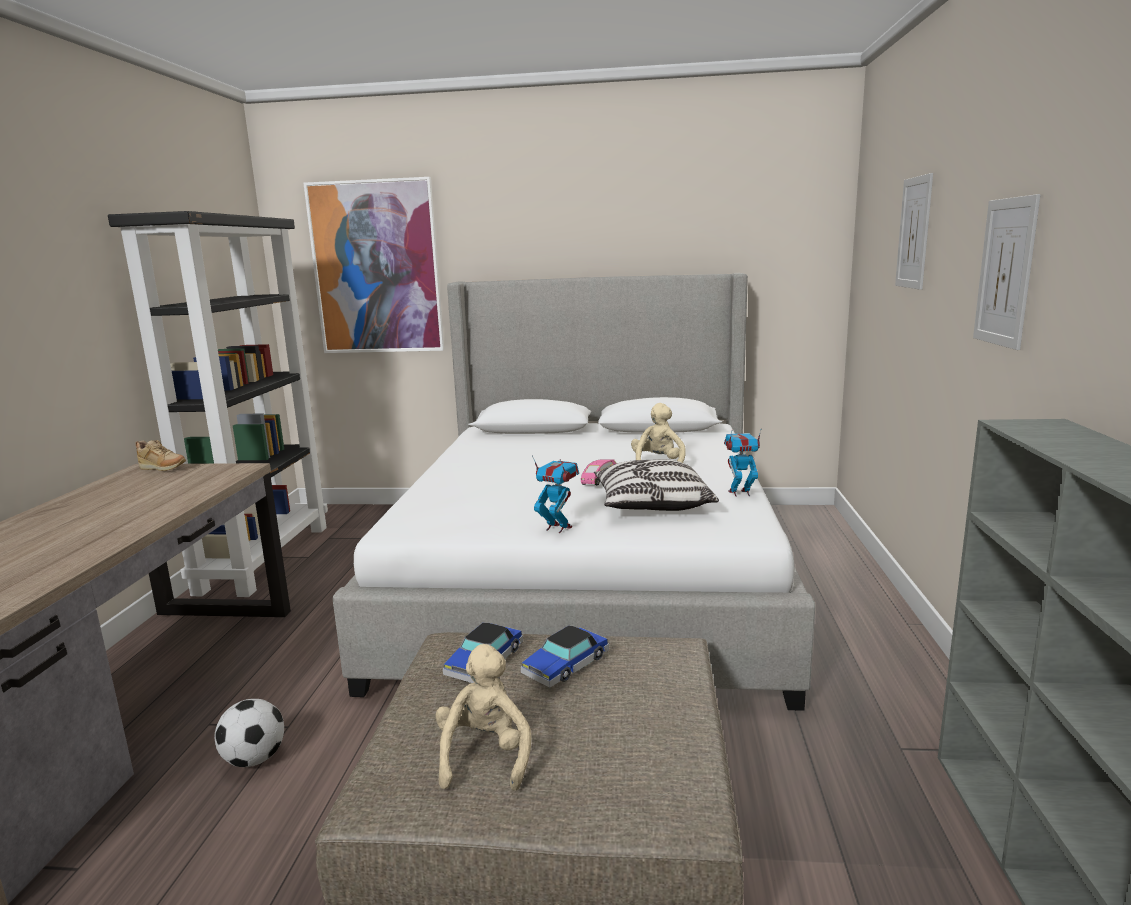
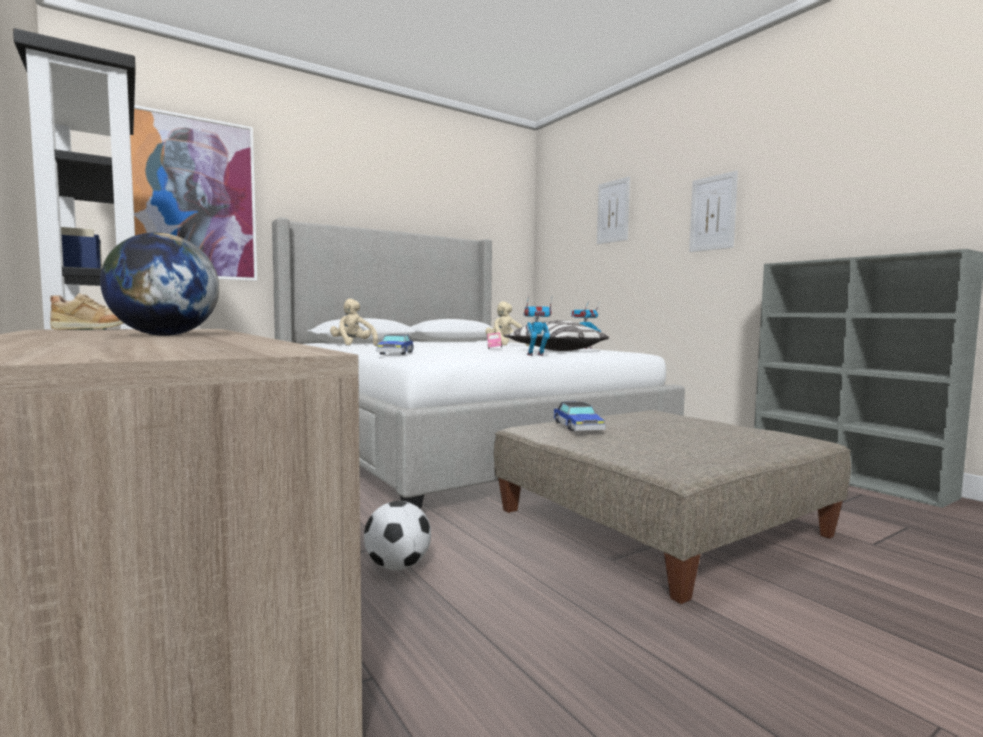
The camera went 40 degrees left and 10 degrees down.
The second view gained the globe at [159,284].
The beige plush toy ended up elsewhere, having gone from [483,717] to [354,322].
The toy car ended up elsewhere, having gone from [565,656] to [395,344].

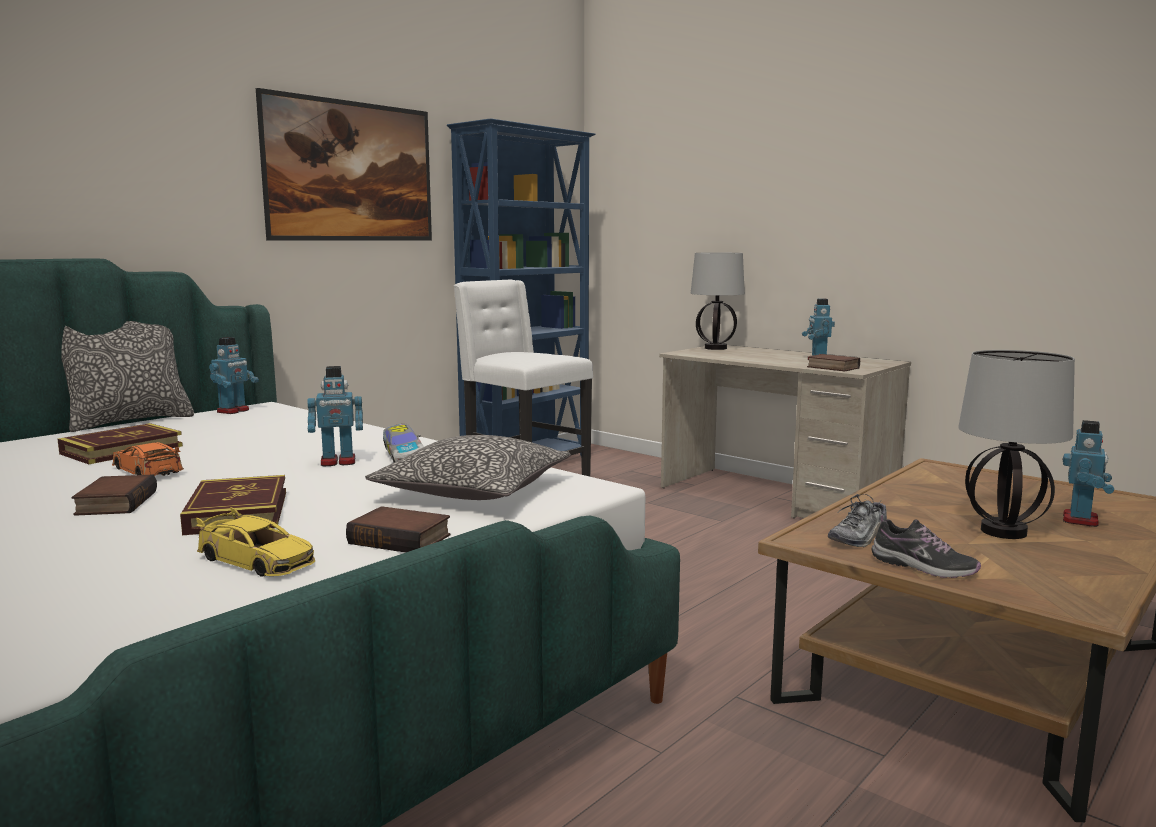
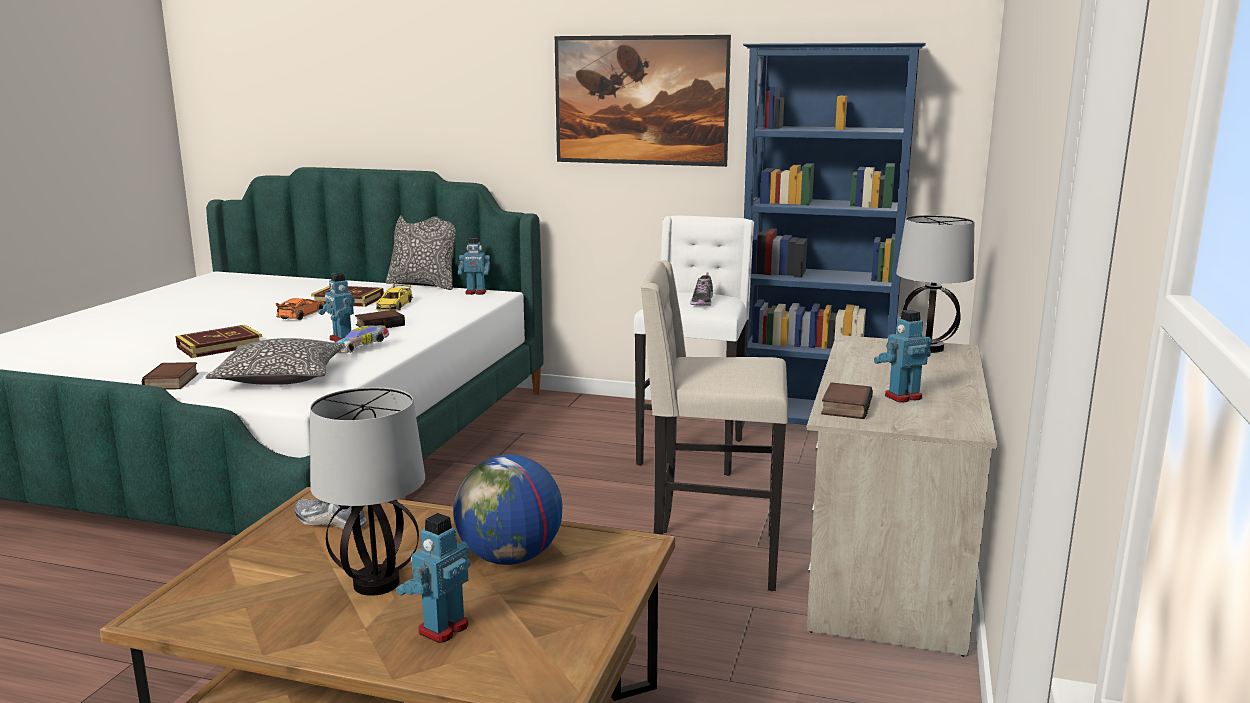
The camera went 65 degrees right and 5 degrees up.
The book ended up elsewhere, having gone from [114,495] to [380,319].
The yellow toy car ended up elsewhere, having gone from [255,541] to [394,297].
The toy robot at [1088,473] ended up facing another way, 120 degrees clockwise from before.
The second view gained the globe at [508,510].
The second view gained the beige stool at [714,425].
The shoe ended up elsewhere, having gone from [926,546] to [701,289].

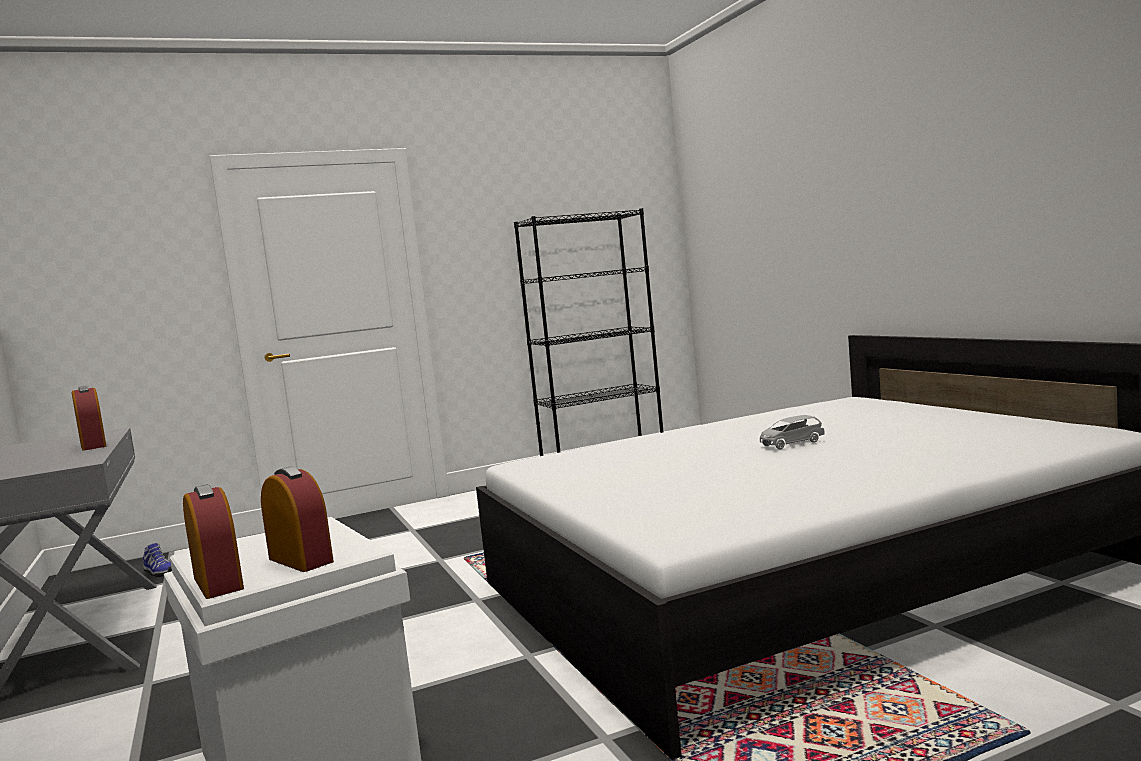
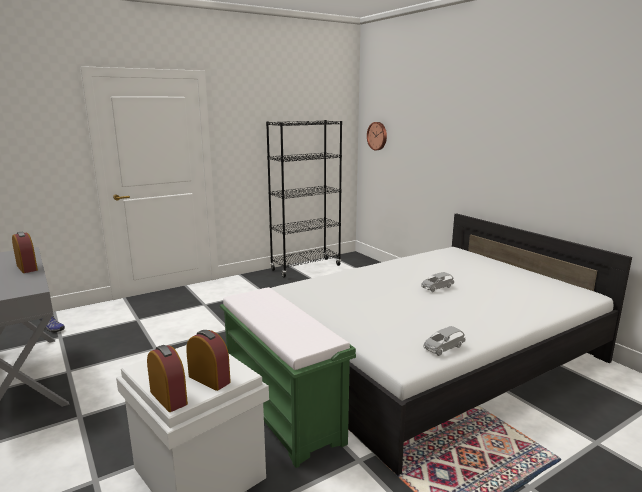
The camera went 10 degrees left and 10 degrees up.
The second view gained the green bench at [288,377].
The second view gained the wall clock at [377,136].
The second view gained the grey toy car at [444,341].

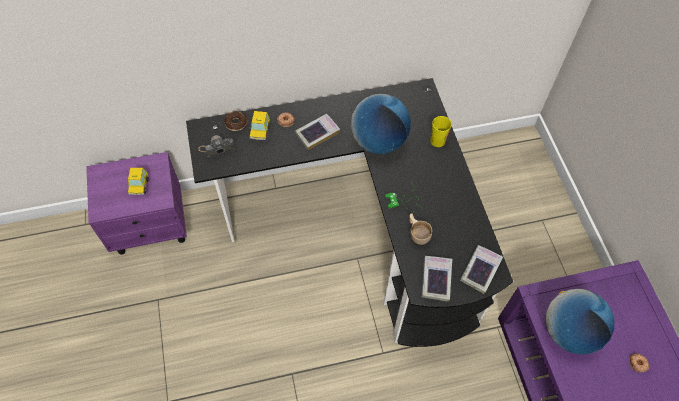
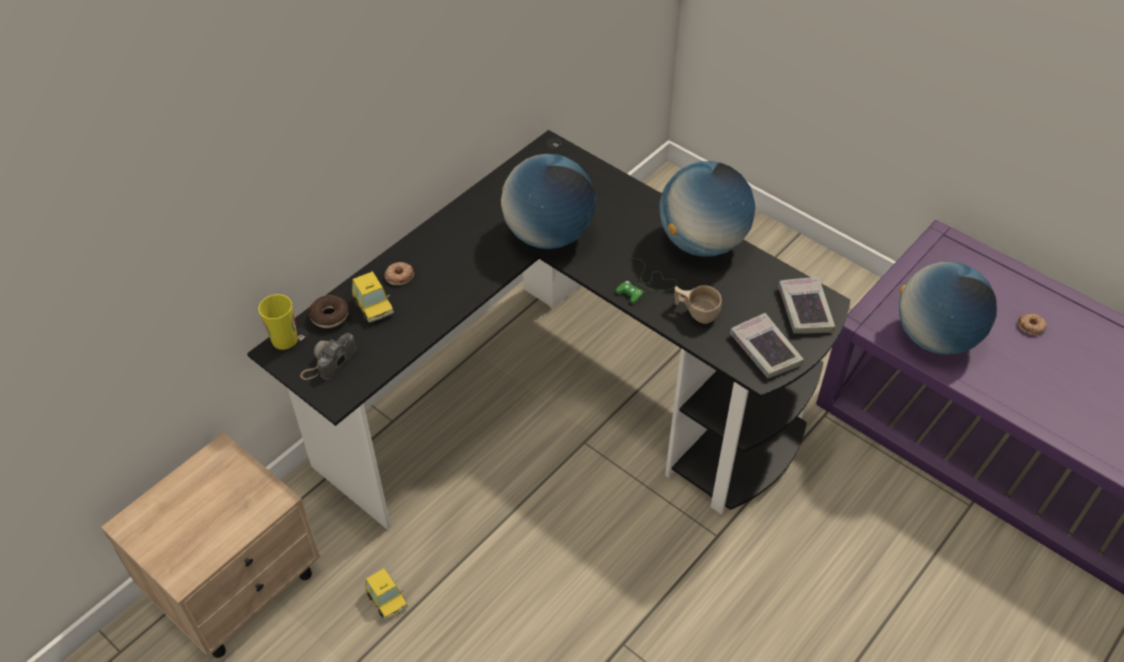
The camera went 35 degrees left and 10 degrees down.
What was the purple nightstand at [136,203] turned into the beige nightstand at [211,545].
The cup ended up elsewhere, having gone from [441,131] to [278,322].
The toy car ended up elsewhere, having gone from [138,181] to [386,594].
The second view gained the globe at [707,209].
The second view lost the book at [317,132].

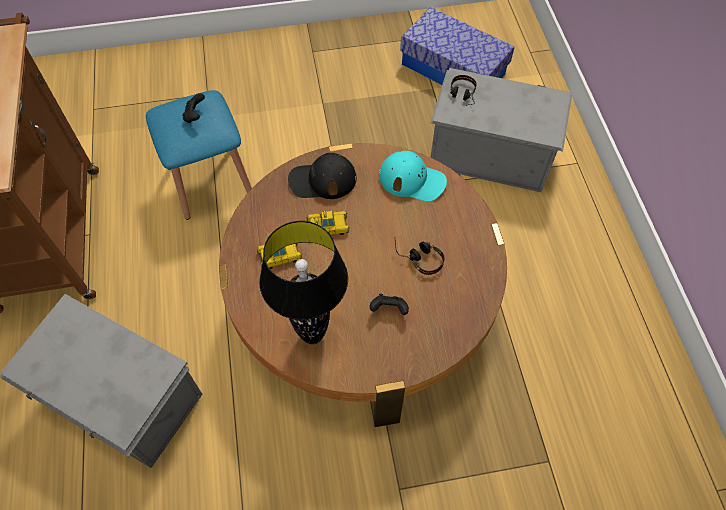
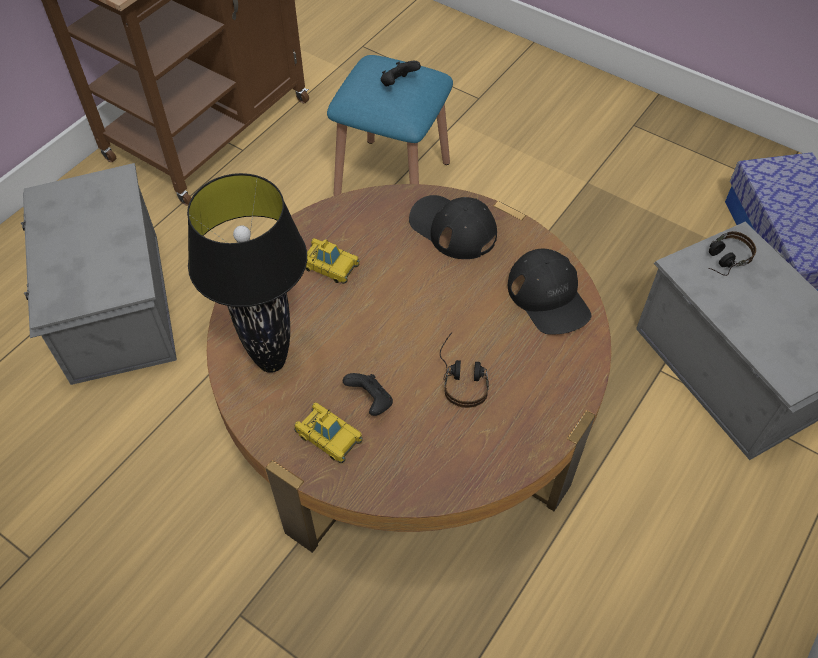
The camera went 45 degrees right and 5 degrees down.
The toy car ended up elsewhere, having gone from [328,223] to [328,432].
What was the turquoise cap at [413,176] turned into the black cap at [550,292].

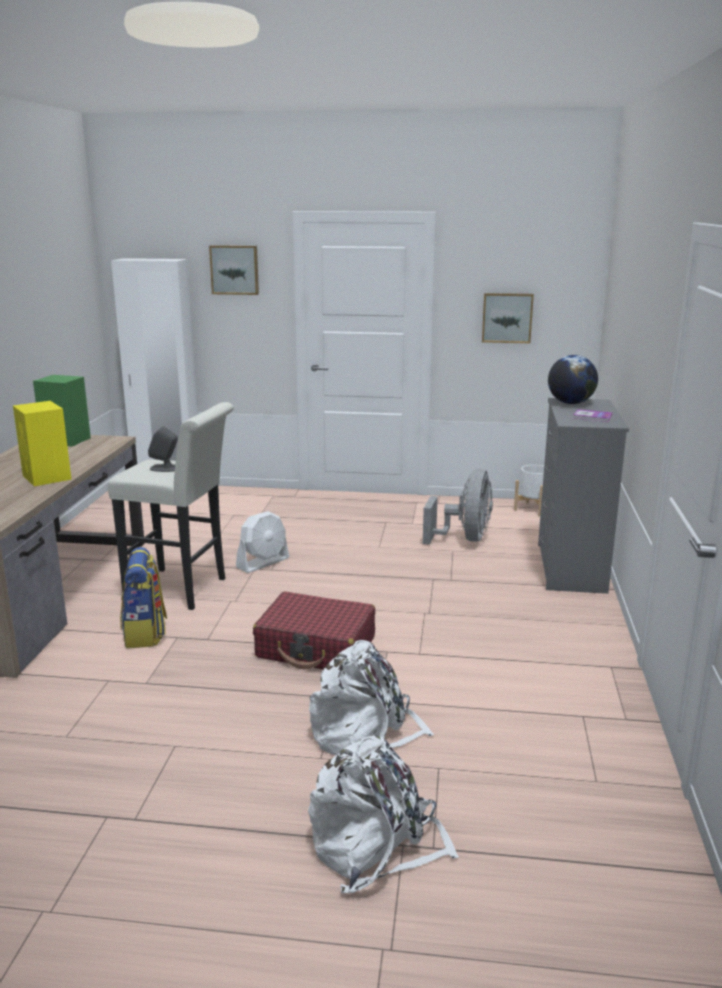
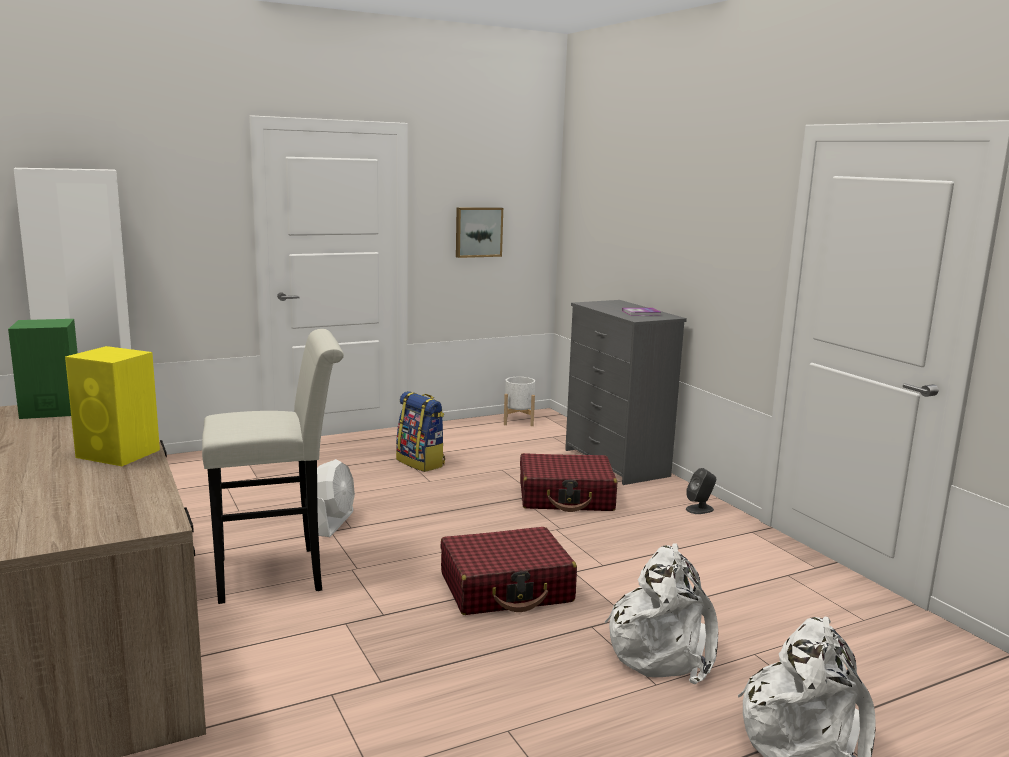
The camera went 35 degrees left and 5 degrees down.
The backpack ended up elsewhere, having gone from [143,597] to [420,431].
The second view gained the red suitcase at [568,482].
The grey speaker ended up elsewhere, having gone from [163,449] to [701,491].
The second view lost the picture at [234,270].
The second view lost the grey fan at [458,507].
The second view lost the globe at [573,379].

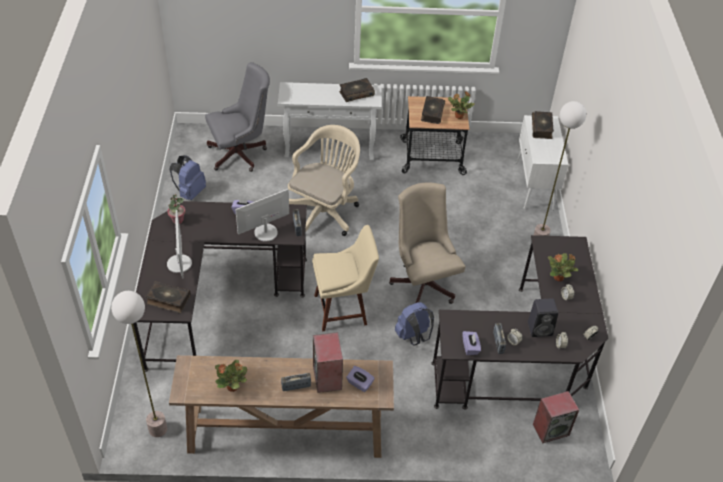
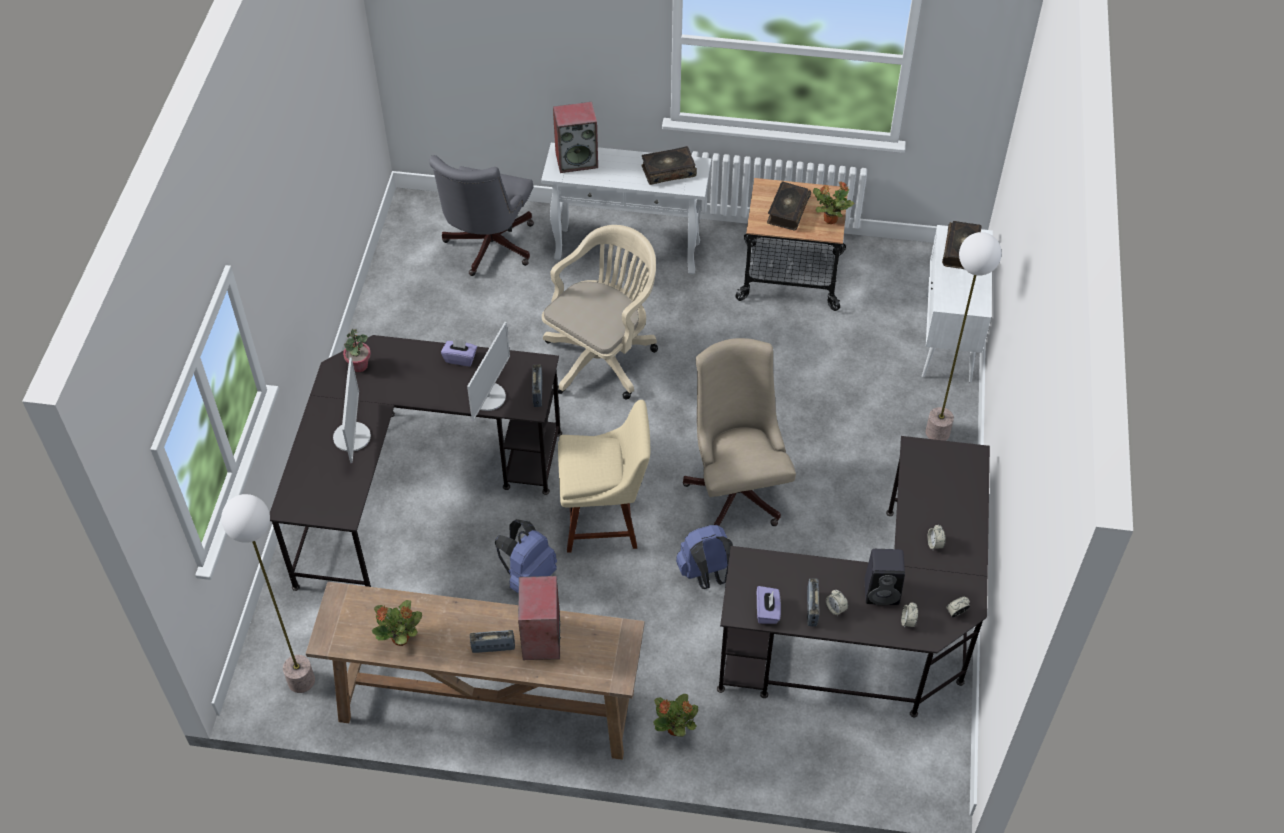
The camera went 10 degrees right and 5 degrees up.
The grey office chair at [237,117] ended up facing another way, 120 degrees clockwise from before.
The monitor at [262,215] ended up facing another way, 135 degrees clockwise from before.
The blue backpack ended up elsewhere, having gone from [187,177] to [526,556].
The speaker ended up elsewhere, having gone from [556,417] to [575,137].
The potted plant ended up elsewhere, having gone from [563,267] to [676,715].
The second view lost the book at [168,297].
The second view lost the purple tissue box at [360,379].

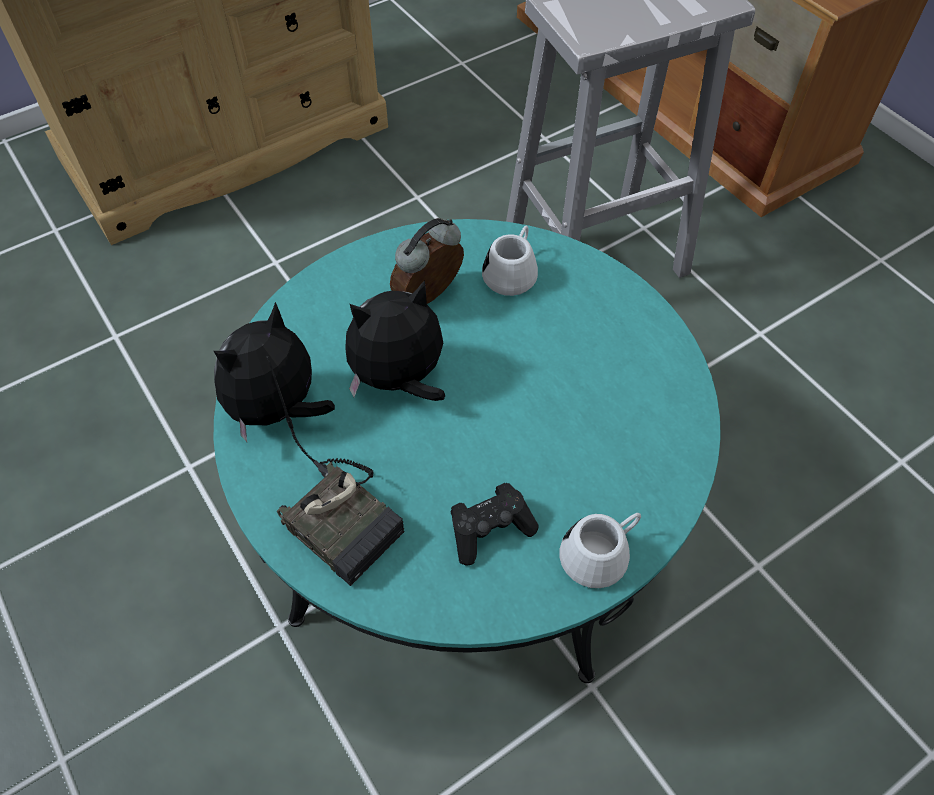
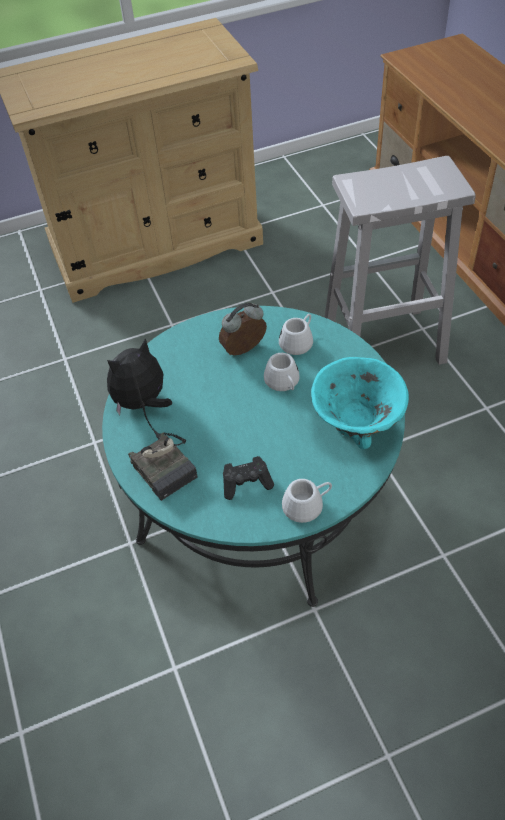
The camera went 15 degrees right and 5 degrees down.
The second view gained the white mug at [282,372].
The second view gained the turquoise bowl at [360,403].
The second view lost the plush toy at [395,340].

